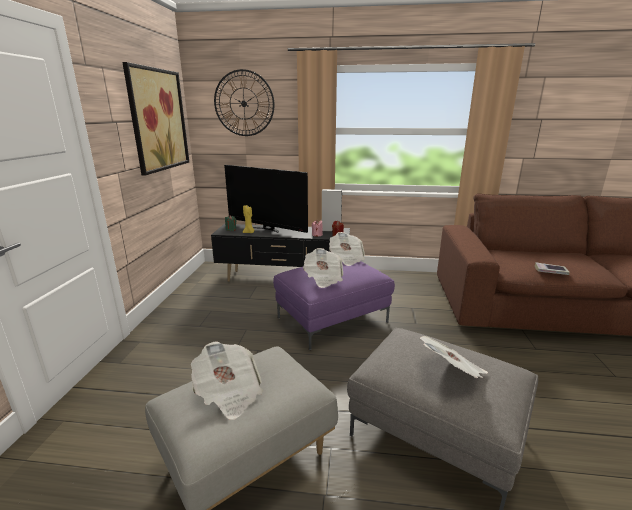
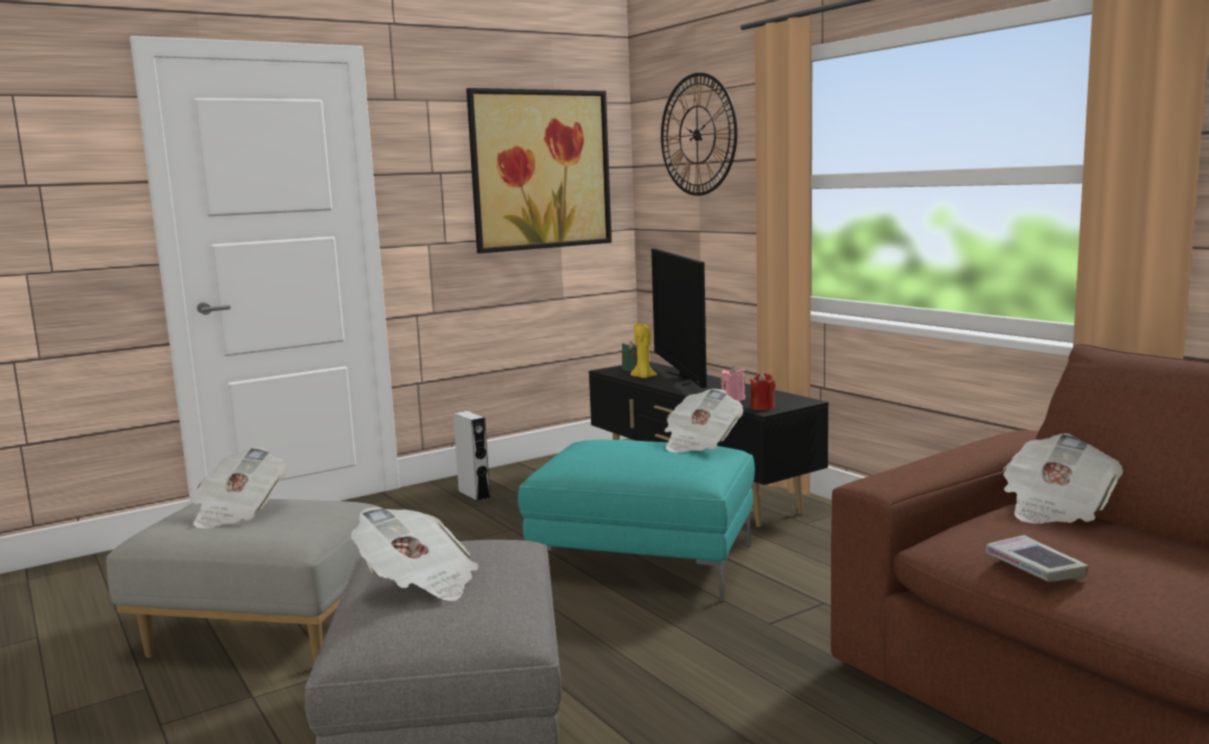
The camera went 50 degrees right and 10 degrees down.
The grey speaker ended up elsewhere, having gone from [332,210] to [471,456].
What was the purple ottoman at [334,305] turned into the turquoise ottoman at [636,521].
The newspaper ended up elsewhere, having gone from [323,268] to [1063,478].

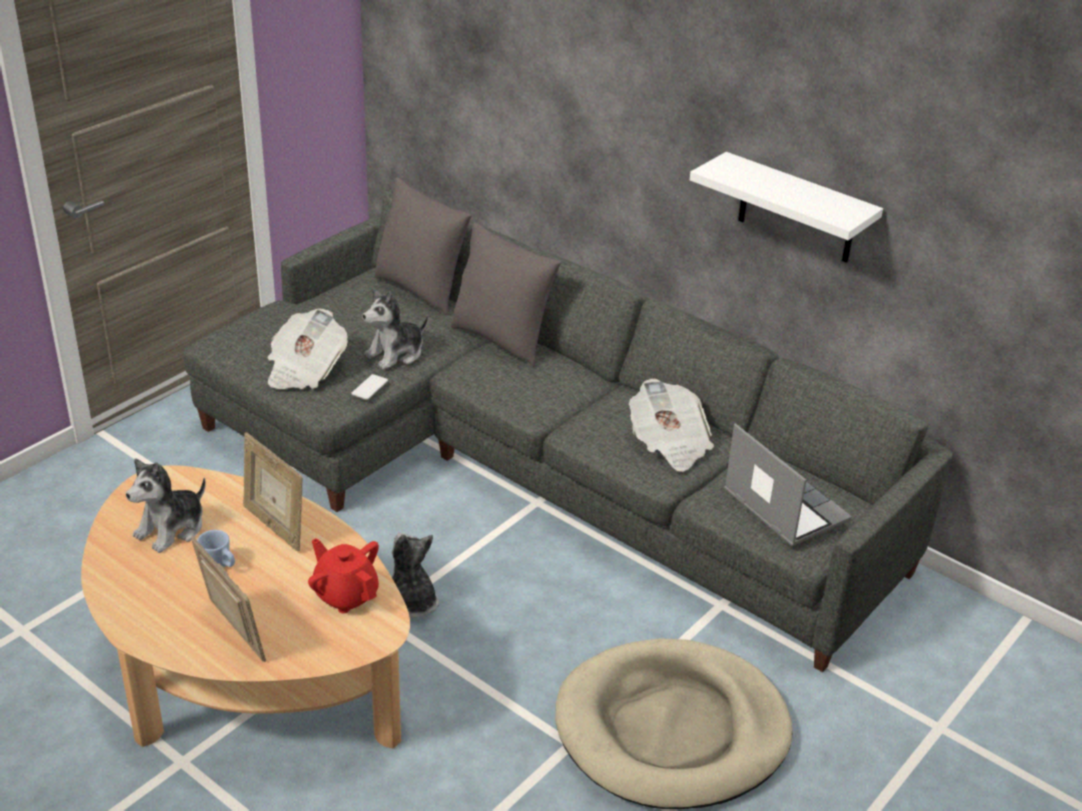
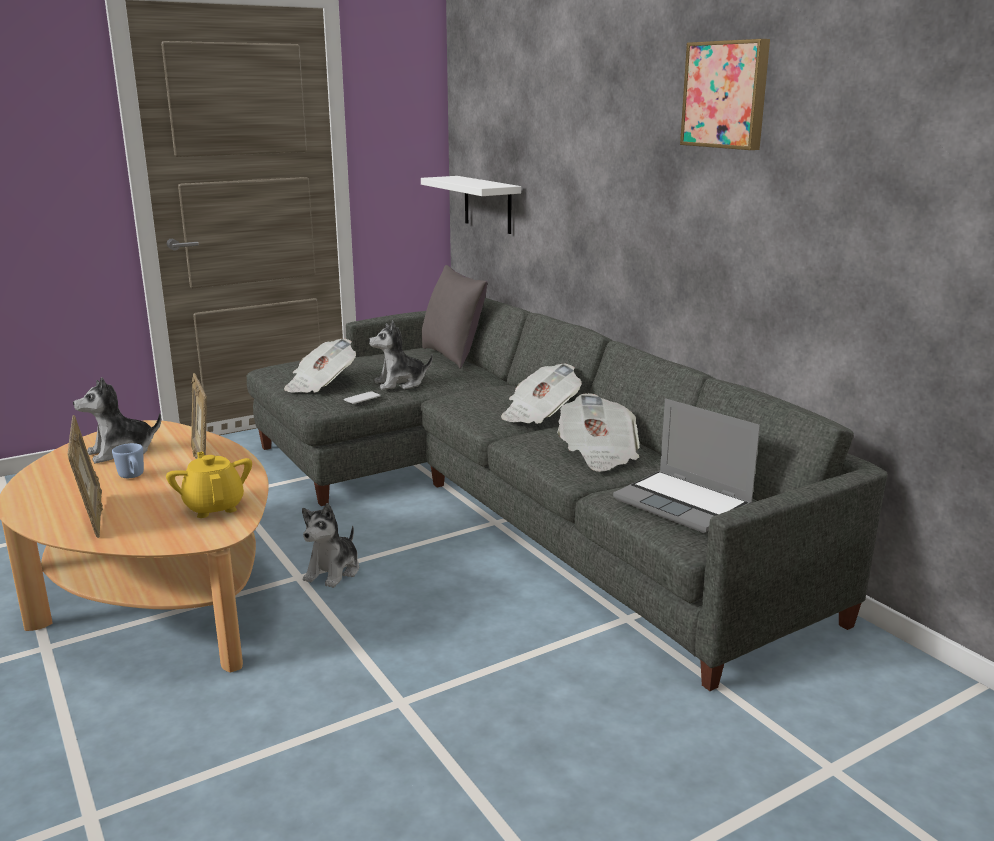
The camera went 20 degrees right and 15 degrees down.
What was the red teapot at [343,575] turned into the yellow teapot at [209,484].
The plush toy at [415,576] ended up facing another way, 150 degrees counterclockwise from before.
The white shelf ended up elsewhere, having gone from [786,207] to [471,205].
The second view gained the newspaper at [541,394].
The laptop at [788,484] ended up facing another way, 150 degrees clockwise from before.
The second view gained the picture at [725,94].
The second view lost the grey pillow at [506,294].
The second view lost the beige dog bed at [674,723].

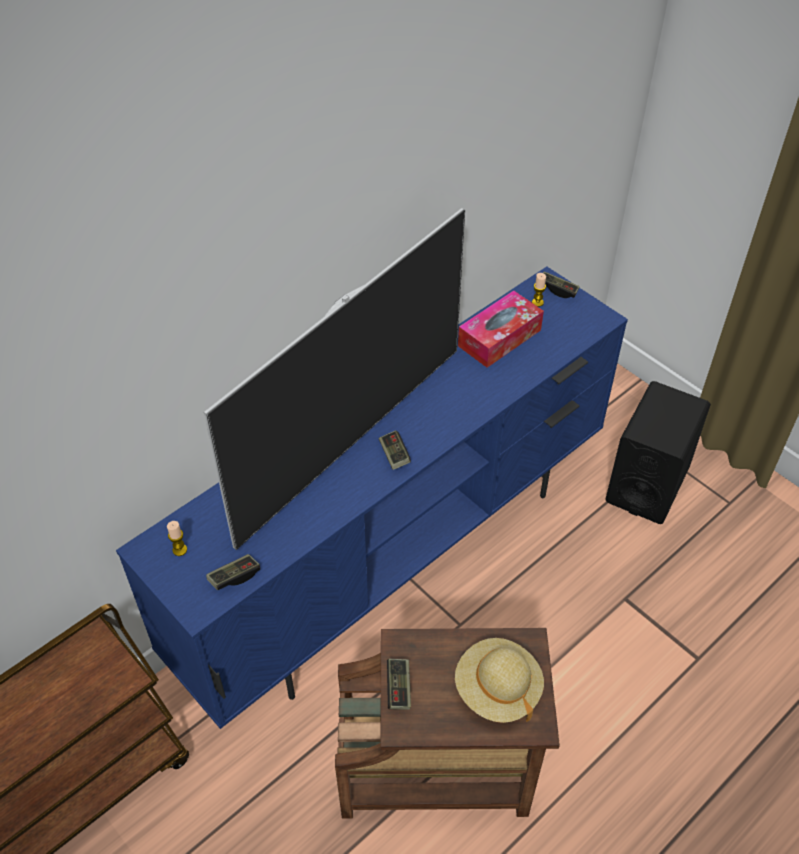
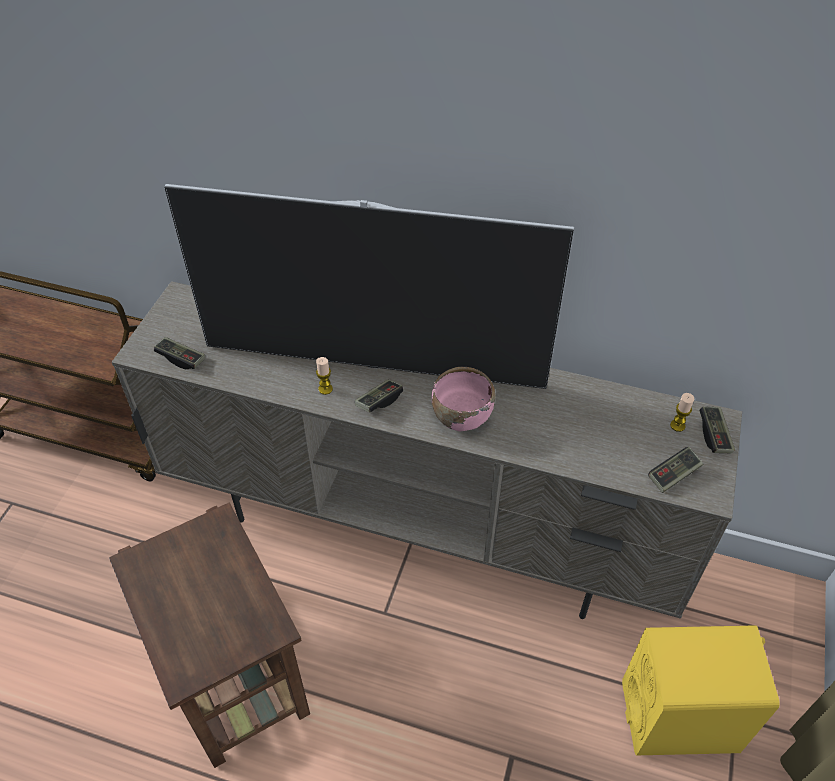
The camera went 60 degrees right and 0 degrees up.
What was the blue tv stand at [372,497] turned into the beige tv stand at [427,450].
The candle ended up elsewhere, having gone from [177,538] to [324,376].
The second view gained the pink bowl at [463,399].
What was the black speaker at [658,452] turned into the yellow speaker at [701,690].
The game controller ended up elsewhere, having gone from [399,684] to [675,470].
The second view lost the beige hat at [499,680].
The second view lost the tissue box at [501,329].

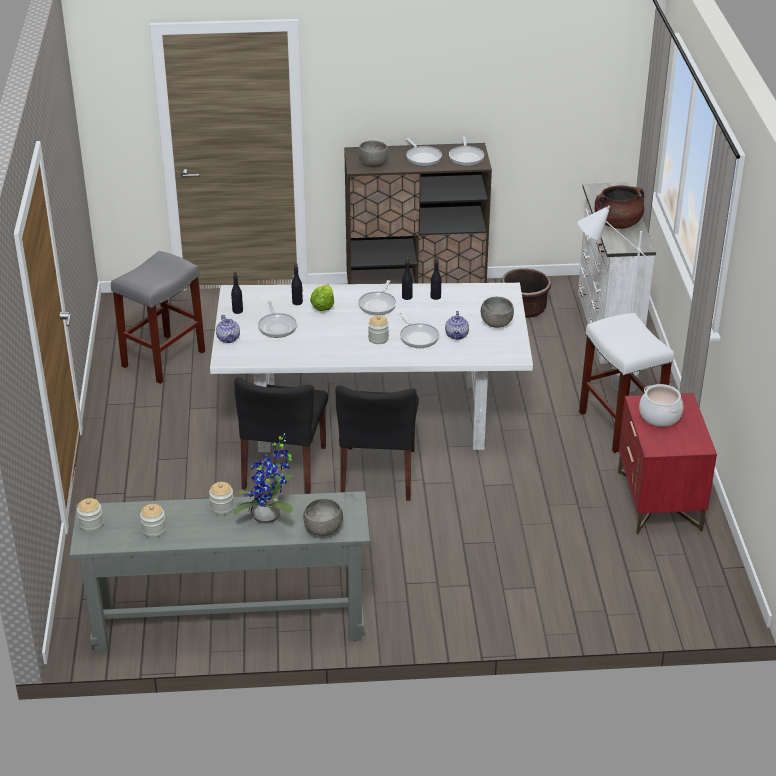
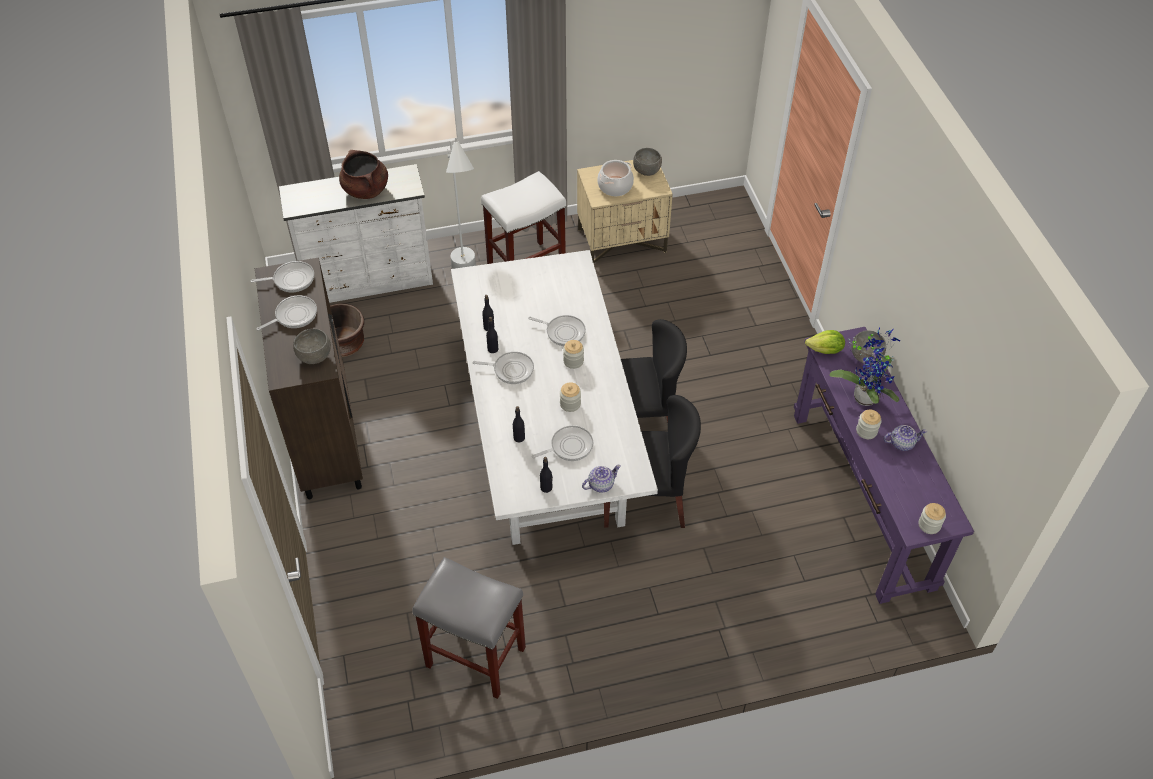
The camera went 100 degrees left and 15 degrees up.
The frying pan at [419,330] ended up facing another way, 60 degrees clockwise from before.
The jar ended up elsewhere, having gone from [153,521] to [570,397].
What was the red nightstand at [667,464] turned into the beige nightstand at [625,211].
The grey bowl ended up elsewhere, having gone from [497,312] to [647,162].
What was the grey console table at [219,572] turned into the purple console table at [884,465].
The lettuce ended up elsewhere, having gone from [322,297] to [825,342].
The teapot ended up elsewhere, having gone from [457,325] to [905,438].

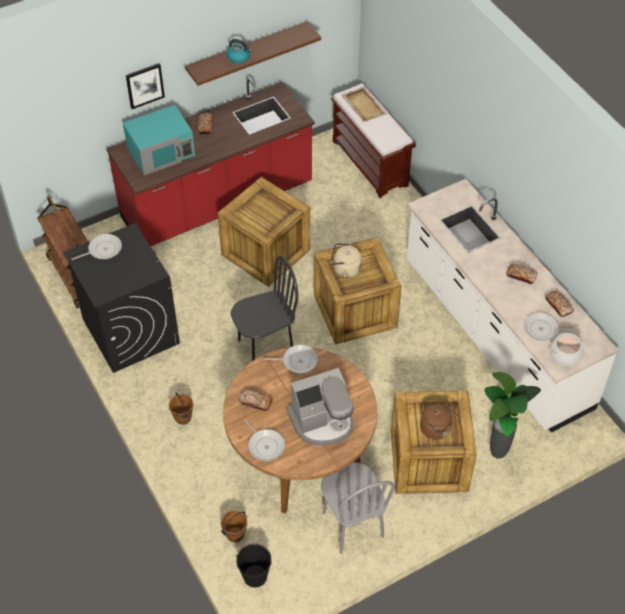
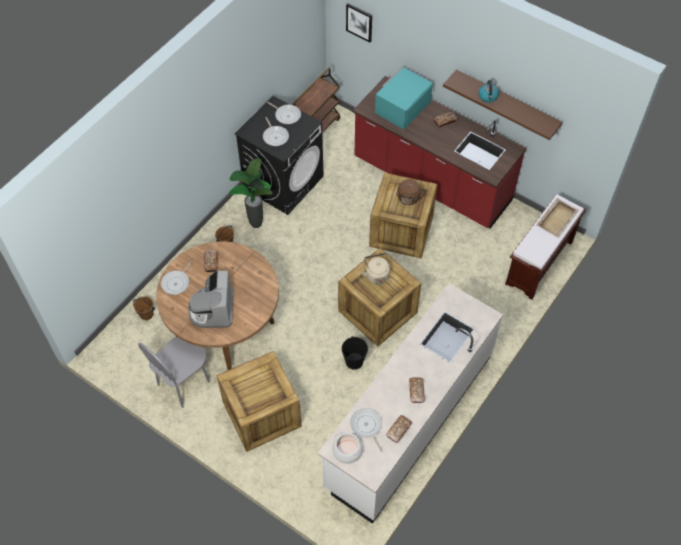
The camera went 65 degrees right and 5 degrees up.
The coffee machine at [320,407] ended up facing another way, 45 degrees clockwise from before.
The potted plant ended up elsewhere, having gone from [512,415] to [250,193].
The frying pan ended up elsewhere, having gone from [290,359] to [276,131].
The black bucket ended up elsewhere, having gone from [254,566] to [355,353].
The picture ended up elsewhere, having gone from [145,86] to [359,22].
The turquoise microwave at [159,140] ended up facing another way, 90 degrees clockwise from before.
The brown kettle ended up elsewhere, having gone from [439,422] to [410,192].
The second view lost the black chair at [264,308].

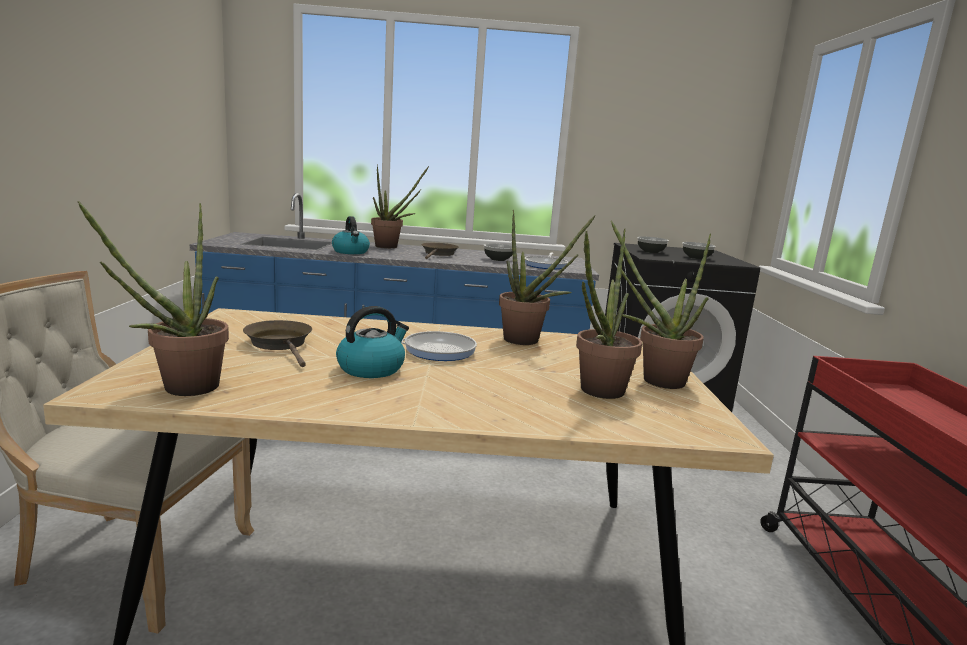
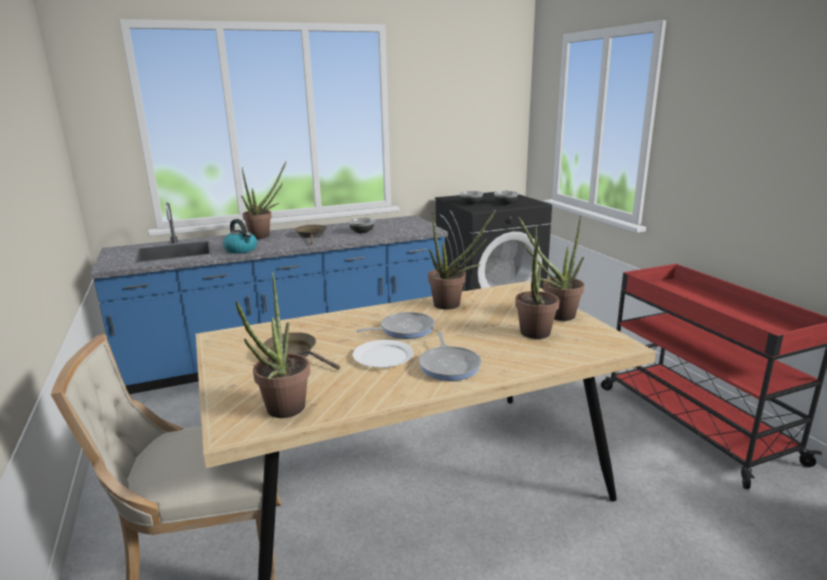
The camera went 20 degrees left and 5 degrees up.
Where the kettle stood at [372,342], the white plate came to stand at [383,354].
The frying pan ended up elsewhere, having gone from [546,261] to [450,356].

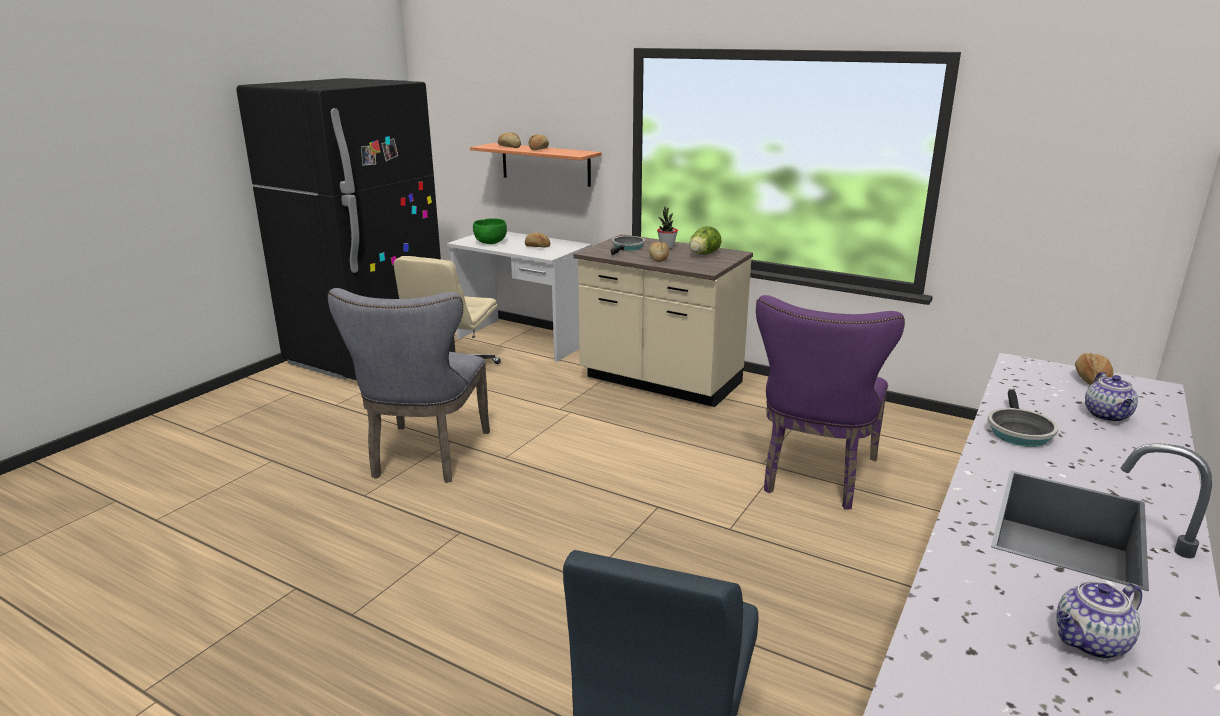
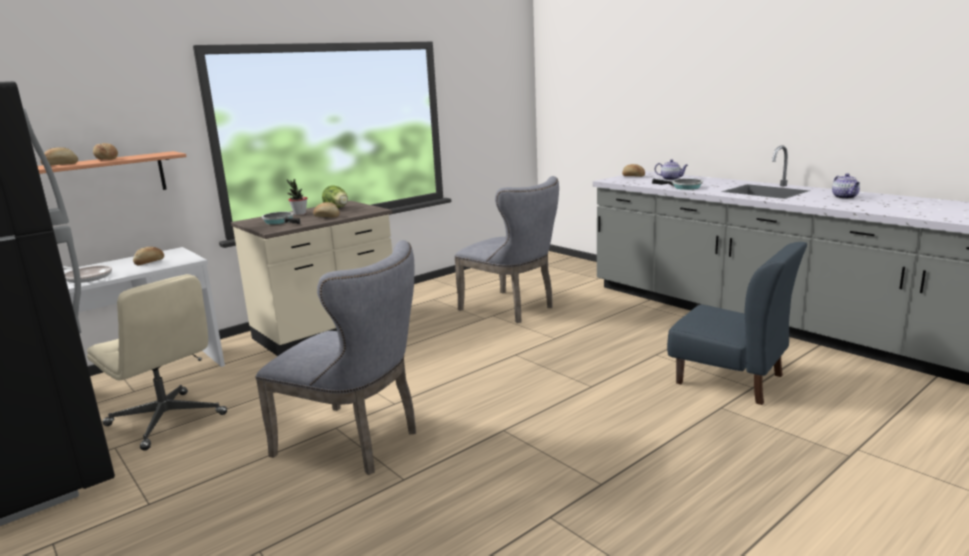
The camera went 70 degrees left and 5 degrees down.
Where the green bowl stood at [490,231], the frying pan came to stand at [87,274].
What was the purple chair at [830,402] turned into the grey chair at [506,249].

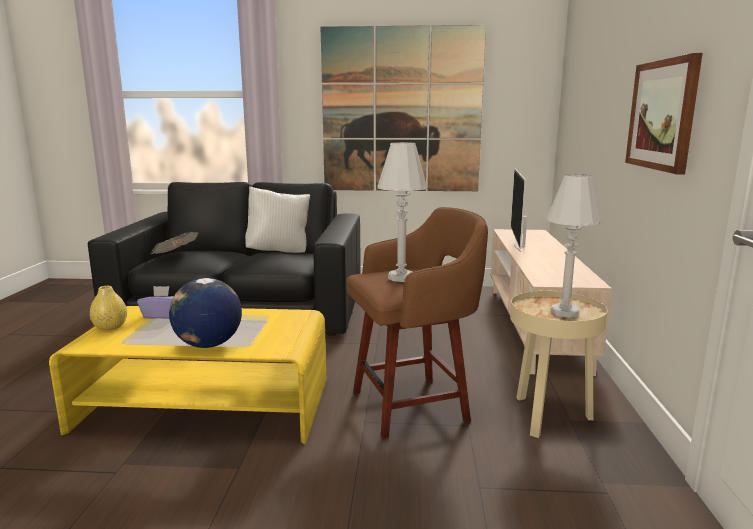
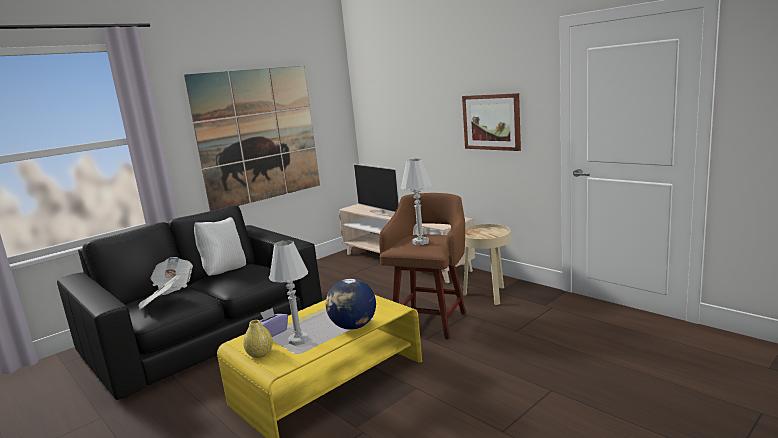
The camera went 45 degrees left and 0 degrees up.
The second view gained the newspaper at [171,276].
The white table lamp ended up elsewhere, having gone from [574,246] to [289,293].

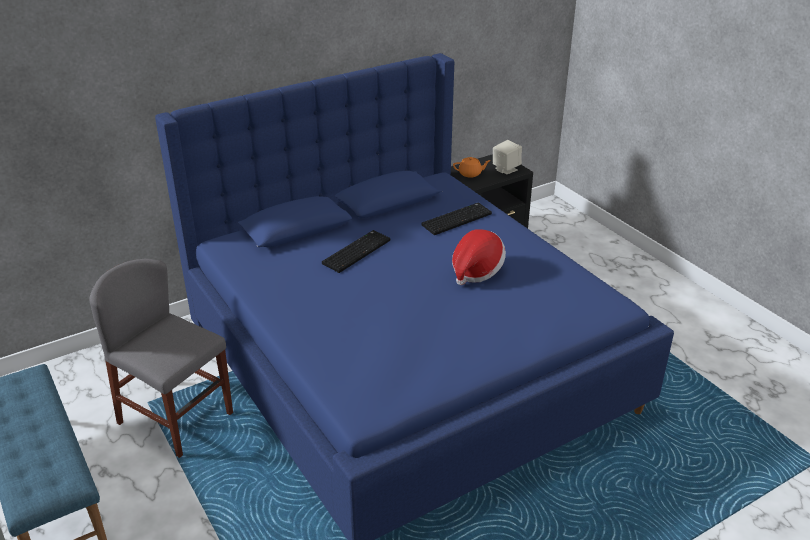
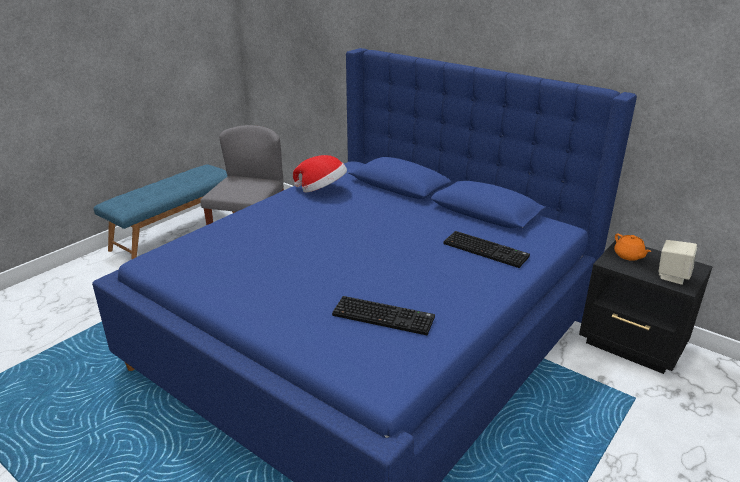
The camera went 70 degrees right and 5 degrees down.
The hat ended up elsewhere, having gone from [479,257] to [320,173].
The keyboard ended up elsewhere, having gone from [356,251] to [383,315].

